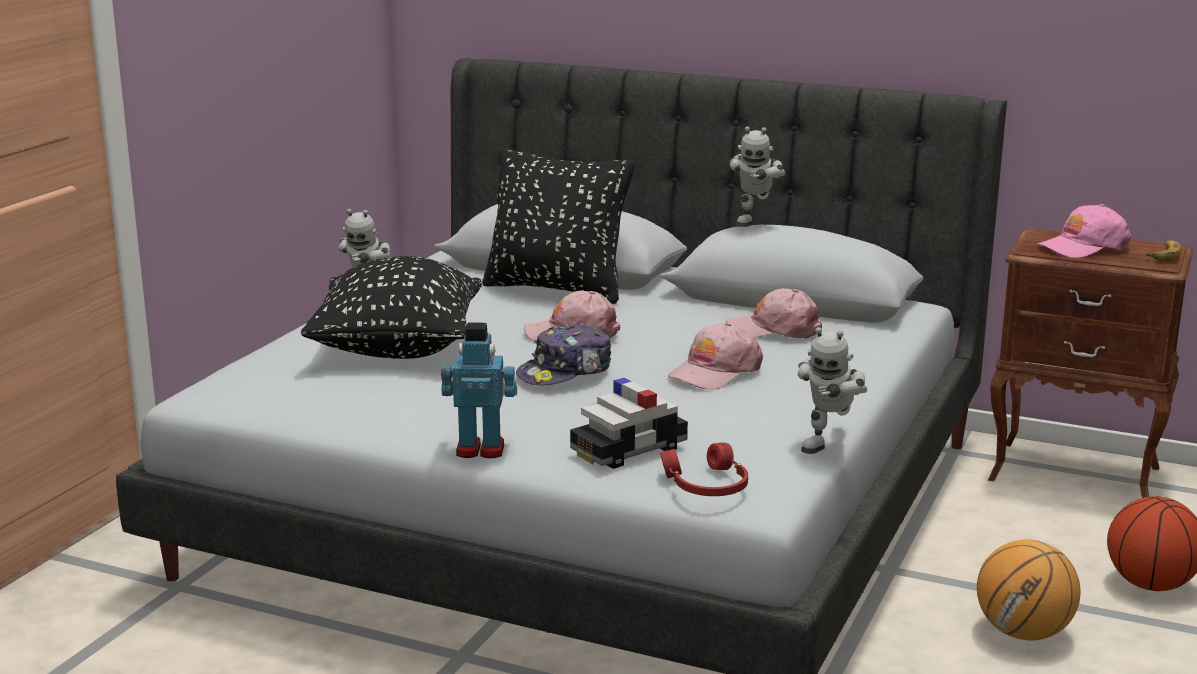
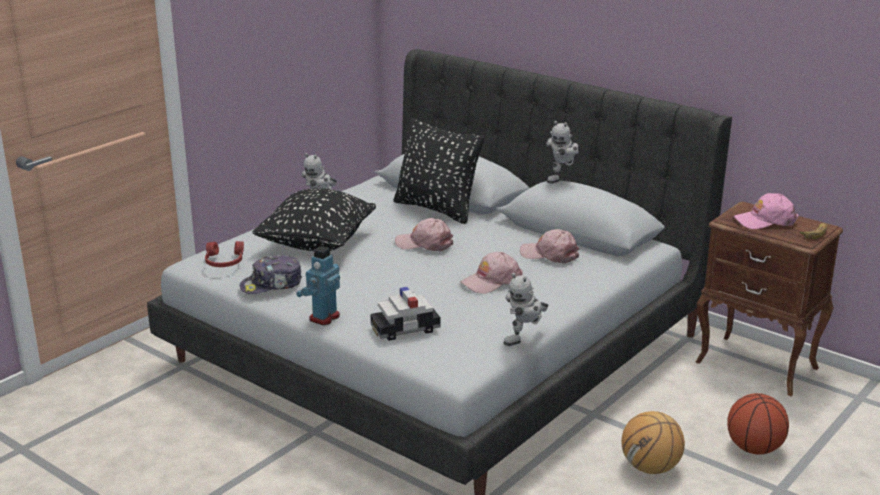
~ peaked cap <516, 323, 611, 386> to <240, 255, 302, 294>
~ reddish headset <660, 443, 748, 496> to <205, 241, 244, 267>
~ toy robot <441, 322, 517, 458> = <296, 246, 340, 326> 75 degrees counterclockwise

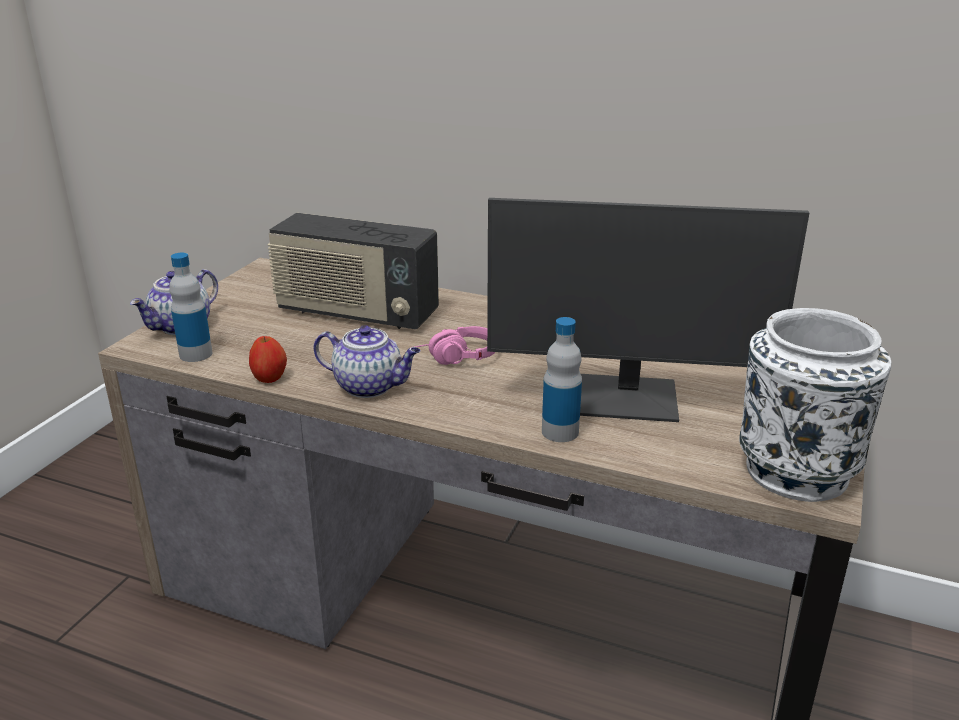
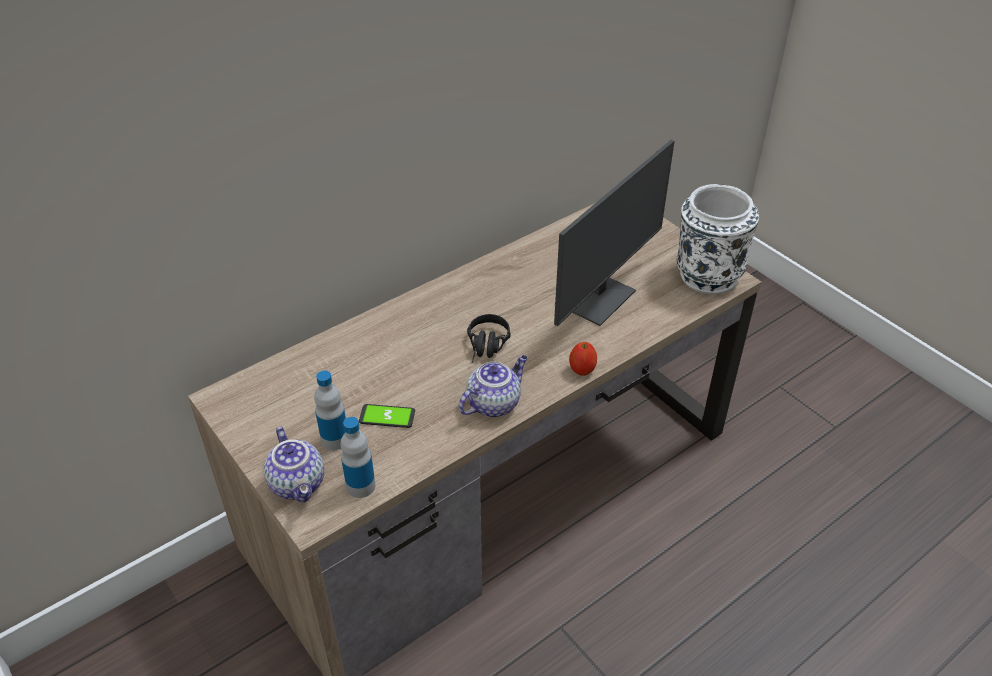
- radio set <268, 213, 439, 329>
+ phone <359, 404, 415, 428>
~ whole apple <249, 336, 287, 383> to <569, 342, 597, 376>
~ bottle <542, 317, 582, 442> to <314, 370, 346, 450>
~ pink-coloured headset <410, 326, 495, 365> to black-coloured headset <467, 314, 510, 362>

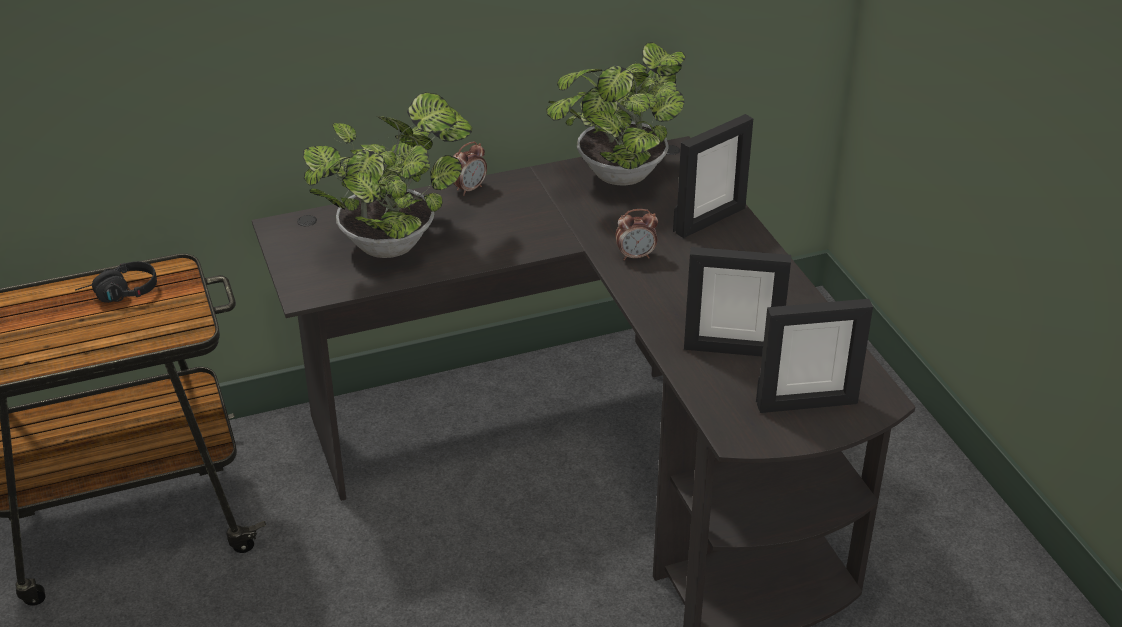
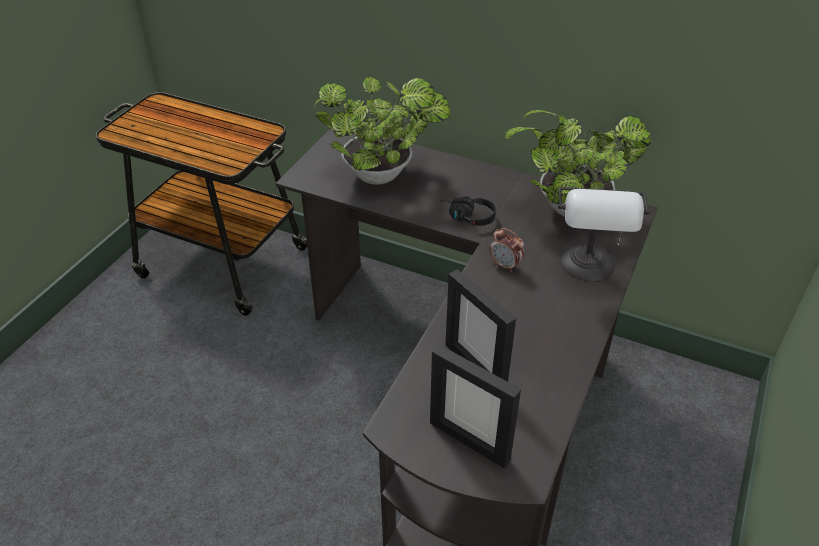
- alarm clock <453, 142, 487, 196>
~ black-coloured headset <75, 261, 157, 303> to <440, 196, 496, 226>
~ photo frame <673, 114, 753, 238> to table lamp <558, 187, 650, 281>

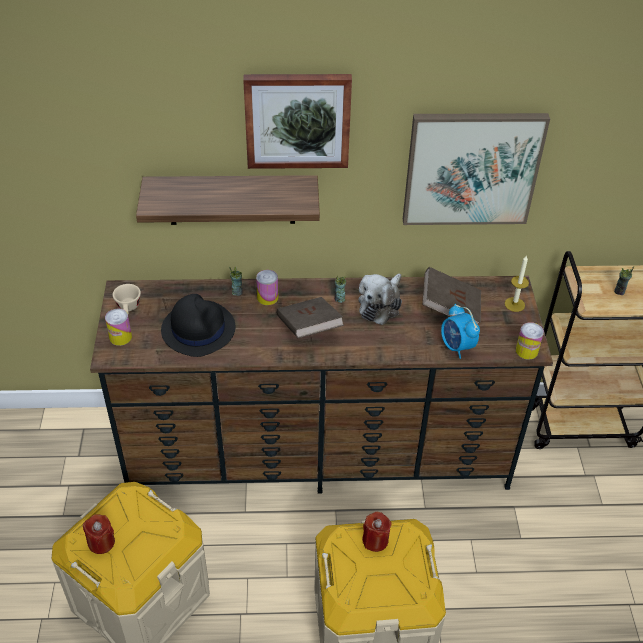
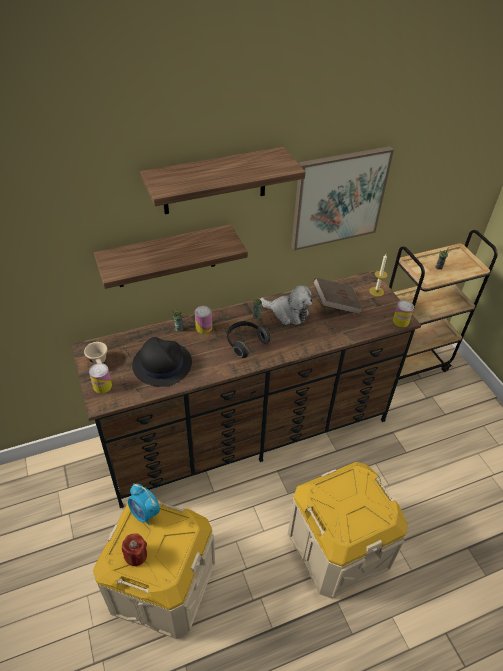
- reddish candle <362, 512, 391, 552>
~ alarm clock <441, 304, 480, 359> to <128, 483, 160, 525>
~ picture <243, 74, 352, 169> to wall shelf <140, 147, 306, 214>
~ brown-coloured bound book <277, 297, 344, 338> to headset <227, 321, 270, 358>
~ cuddly toy <359, 273, 402, 325> = <260, 285, 312, 325> 75 degrees counterclockwise

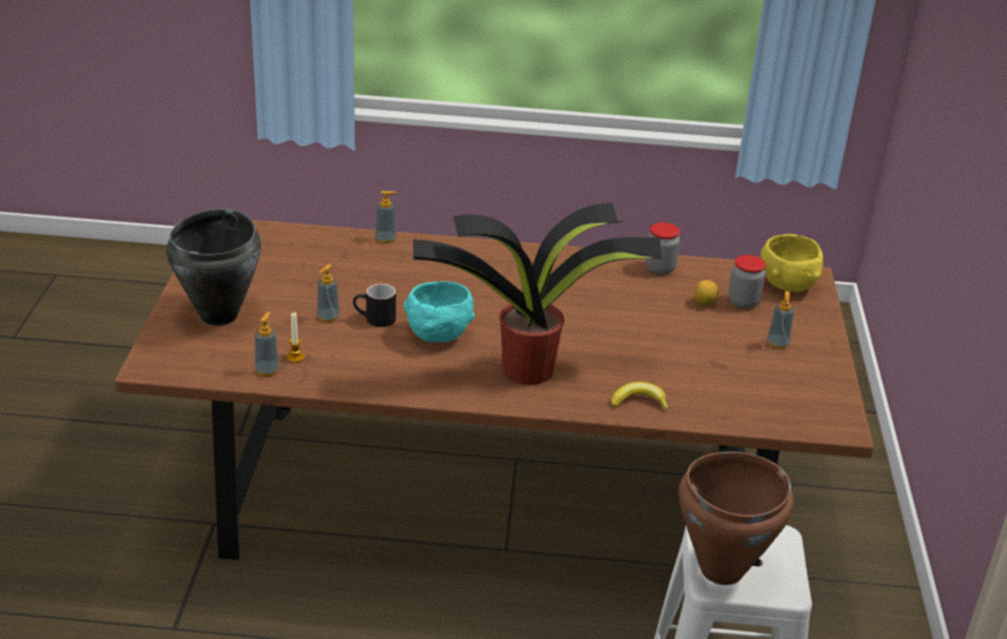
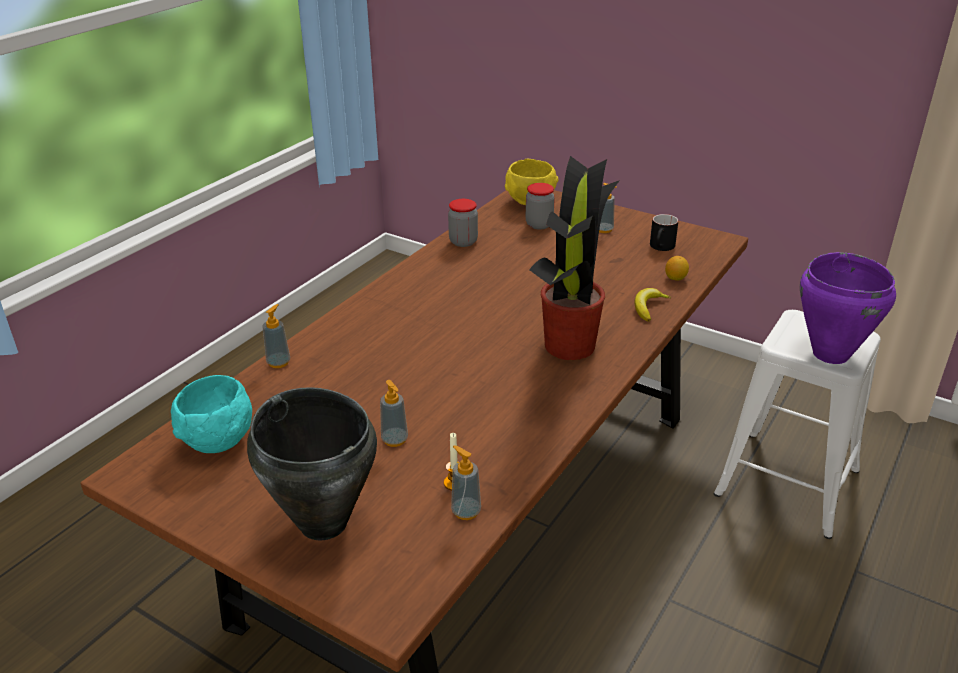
~ black-coloured tea mug <353, 283, 396, 327> to <650, 214, 678, 251>
~ turquoise-coloured serving bowl <404, 281, 475, 343> to <171, 375, 252, 453>
~ lemon <694, 280, 719, 306> to <665, 256, 689, 281>
~ brown-coloured saucepot <679, 452, 794, 585> to purple saucepot <800, 252, 896, 364>

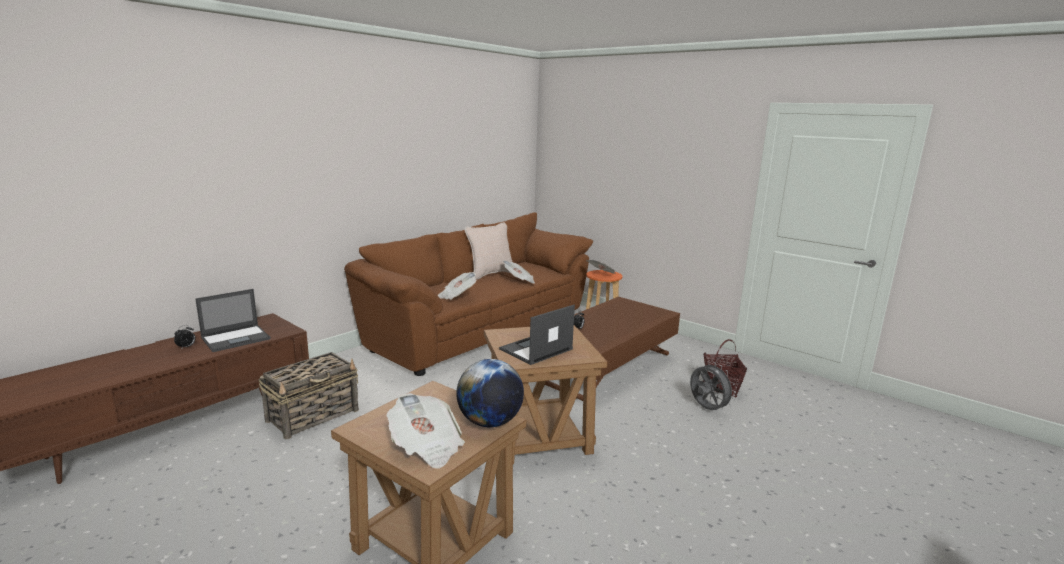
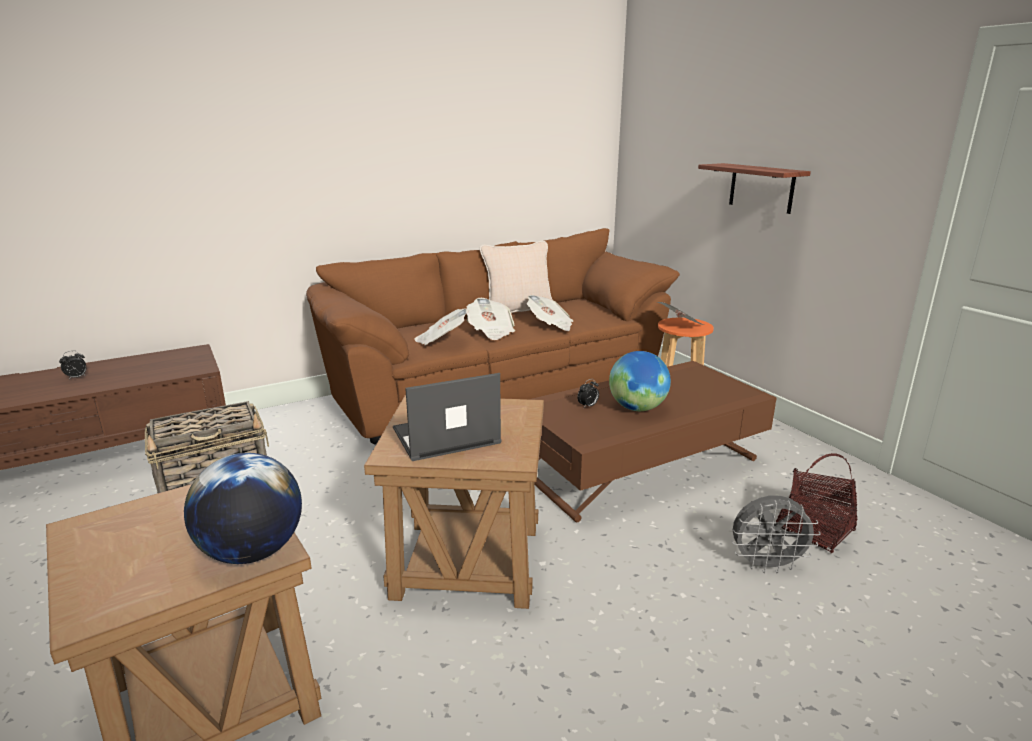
- laptop <195, 289, 271, 352>
+ globe <609, 351, 671, 411>
+ wall shelf <698, 163, 811, 214>
~ daily paper <387, 393, 465, 469> to <466, 298, 515, 340>
~ greyish electric fan <690, 362, 736, 411> = <732, 496, 820, 573> 105 degrees clockwise

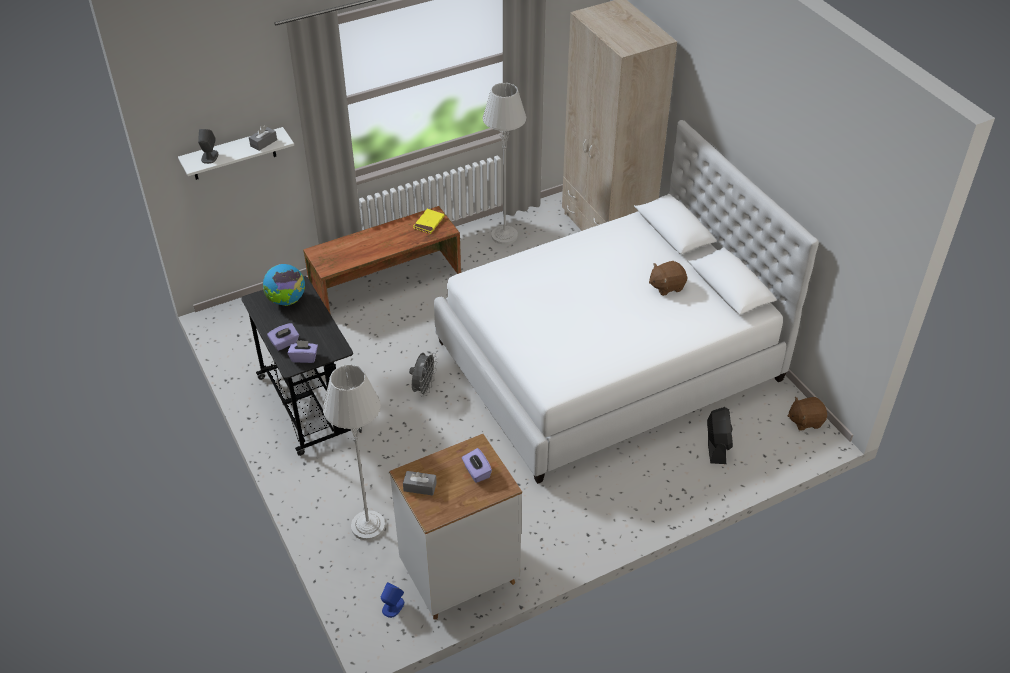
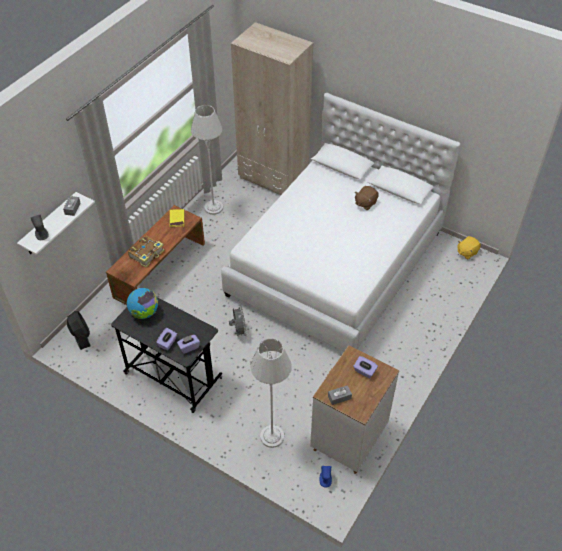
+ bound book <128, 235, 165, 268>
~ black-coloured electric fan <707, 407, 733, 464> to <67, 311, 90, 350>
~ brown-coloured cuddly toy <788, 397, 827, 431> to yellow cuddly toy <457, 236, 481, 259>

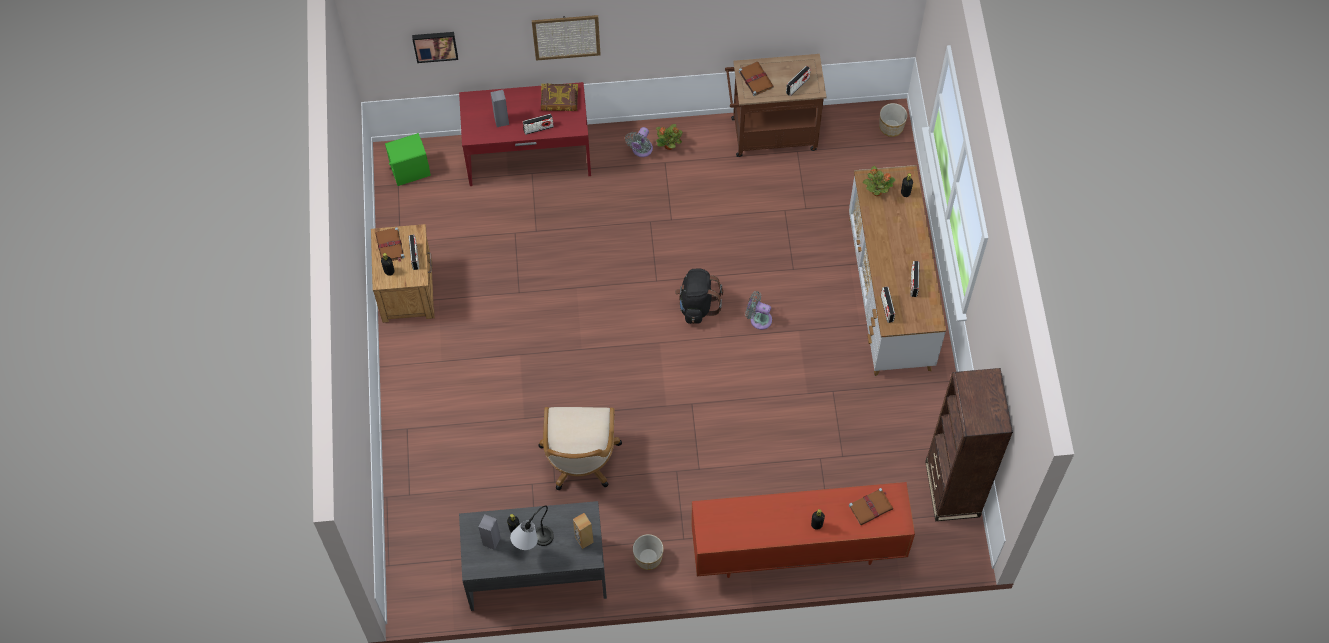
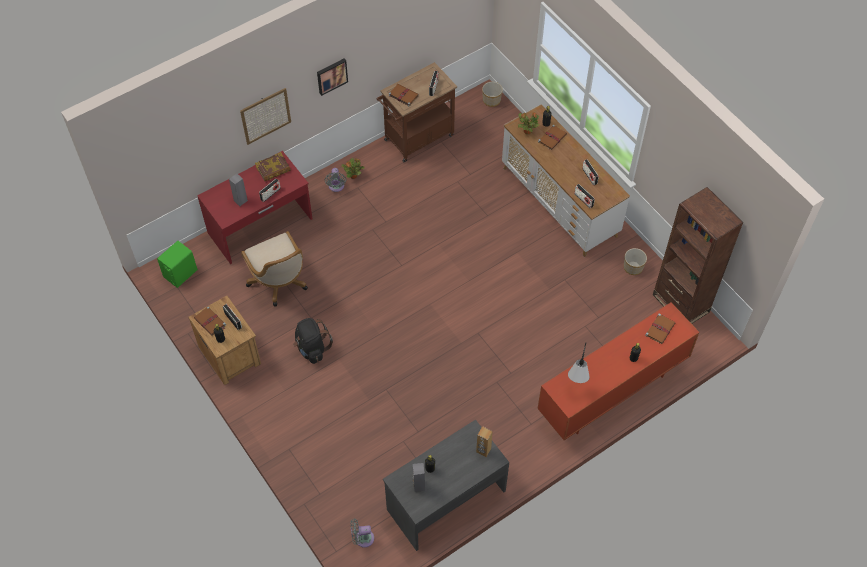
+ brown-coloured bound book <538, 125, 567, 150>
~ picture <412, 32, 458, 63> to <317, 59, 348, 96>
~ table lamp <510, 505, 554, 550> to <568, 343, 590, 383>
~ office chair <538, 407, 622, 490> to <241, 231, 308, 306>
~ planter <633, 534, 664, 570> to <624, 248, 647, 275>
~ black-coloured backpack <675, 268, 723, 324> to <293, 318, 333, 364>
~ greyish electric fan <745, 291, 772, 330> to <351, 519, 374, 548>

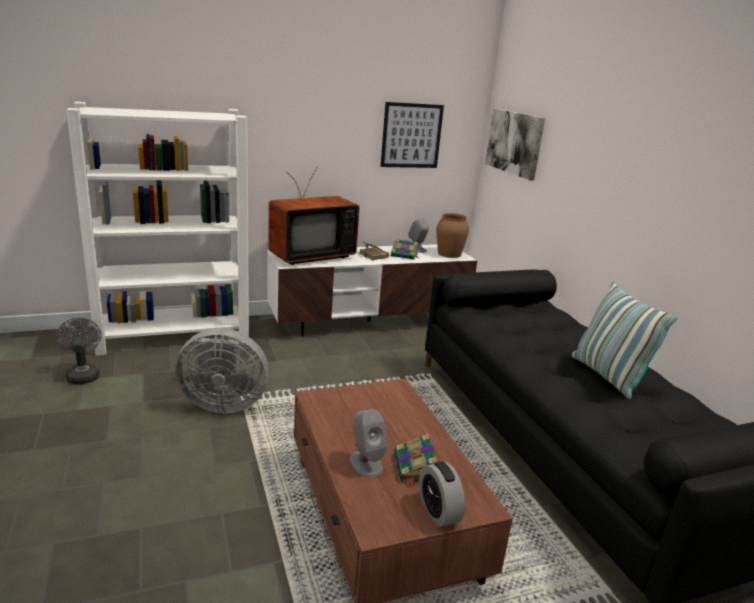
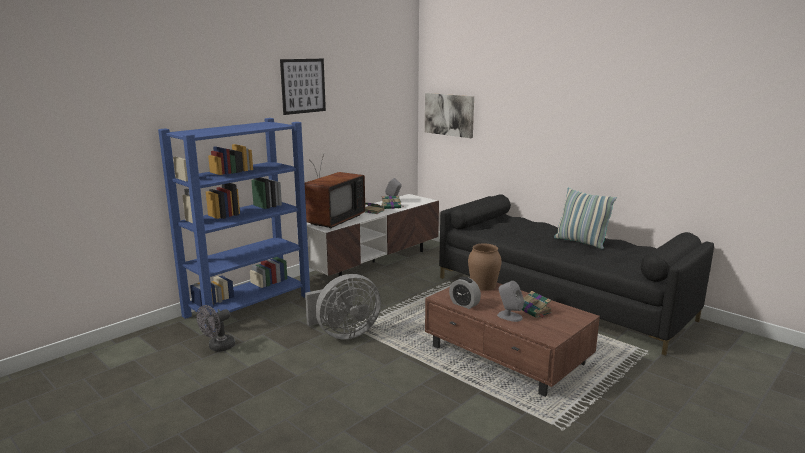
~ picture <380, 102, 444, 168> to <280, 59, 326, 115>
~ alarm clock <419, 461, 465, 527> to <449, 277, 481, 309>
~ brown-coloured flower vase <437, 213, 469, 258> to <468, 243, 502, 291>
~ whitish bookcase <67, 102, 249, 356> to bluish bookcase <158, 118, 310, 332>
~ greyish electric fan <57, 317, 101, 384> = <196, 305, 235, 352> 90 degrees counterclockwise

